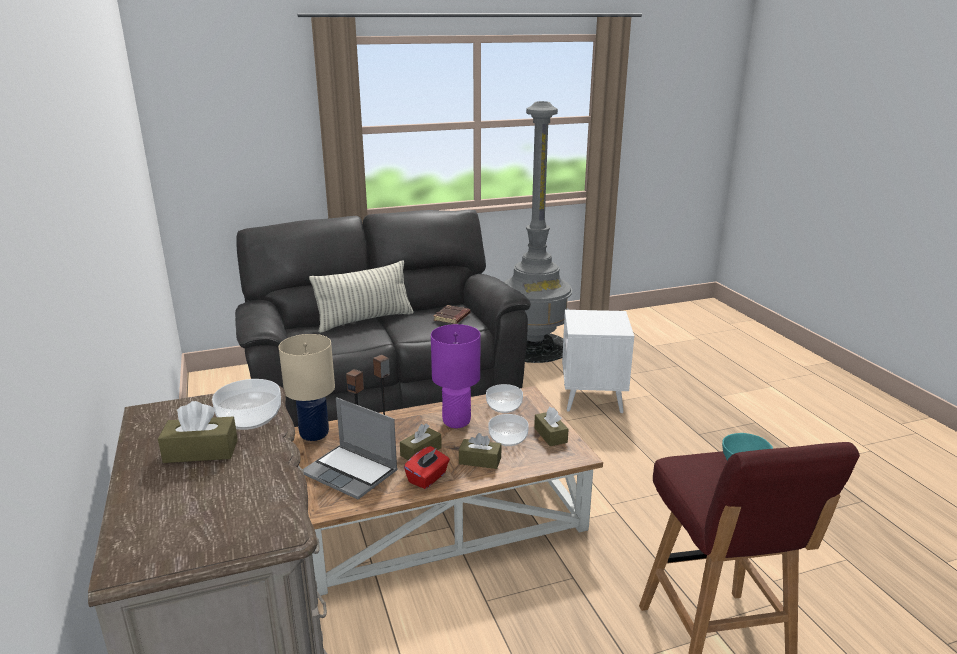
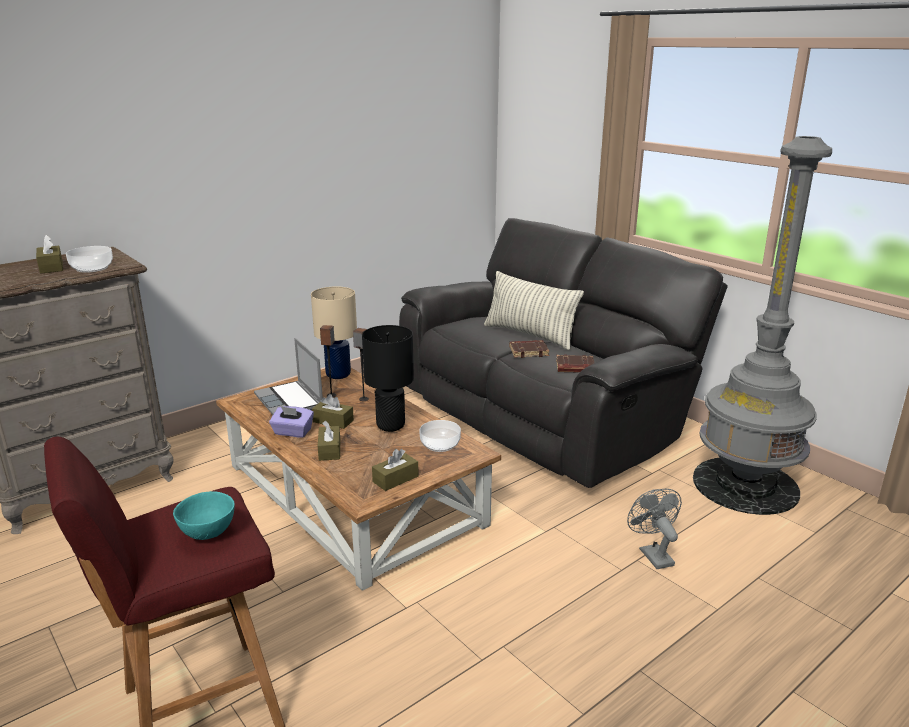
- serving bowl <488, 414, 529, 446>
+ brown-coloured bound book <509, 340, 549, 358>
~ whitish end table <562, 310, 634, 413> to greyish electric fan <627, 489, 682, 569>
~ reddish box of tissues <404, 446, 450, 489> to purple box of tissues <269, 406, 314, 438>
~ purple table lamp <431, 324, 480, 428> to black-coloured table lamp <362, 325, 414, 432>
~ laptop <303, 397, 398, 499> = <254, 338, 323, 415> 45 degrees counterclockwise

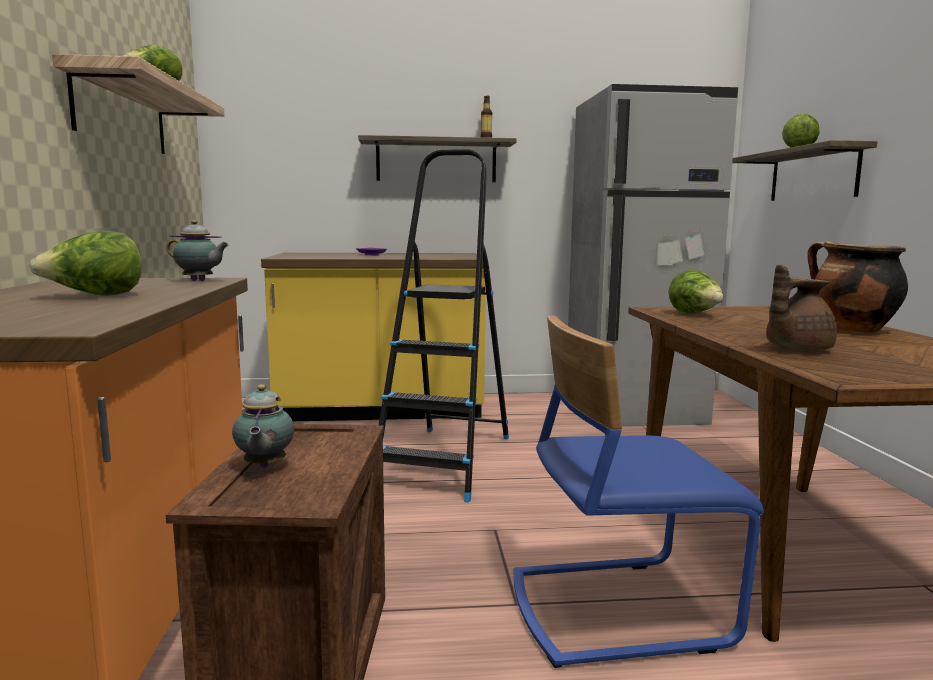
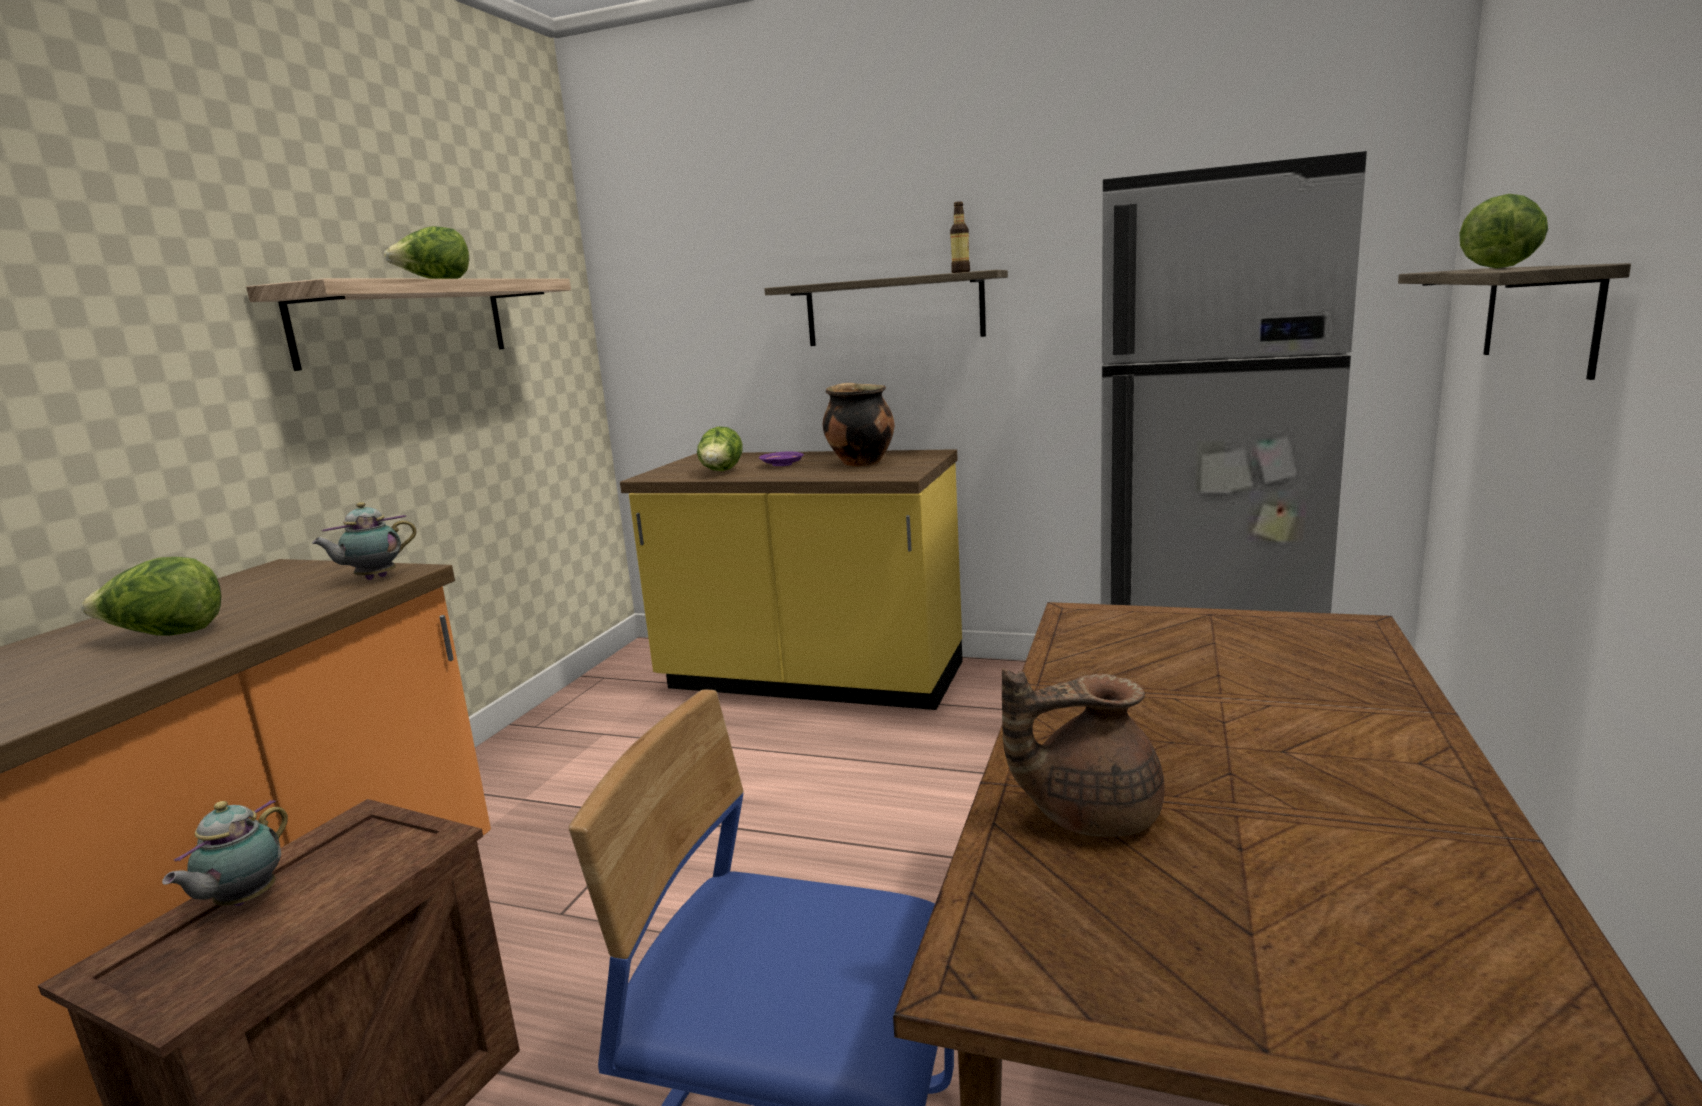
- black-coloured step stool <379, 149, 509, 502>
~ lettuce <669, 270, 724, 314> to <697, 426, 743, 471>
~ saucepot <807, 241, 908, 334> to <823, 383, 895, 467>
~ pot for tea <166, 220, 229, 281> = <312, 502, 416, 580> 105 degrees clockwise

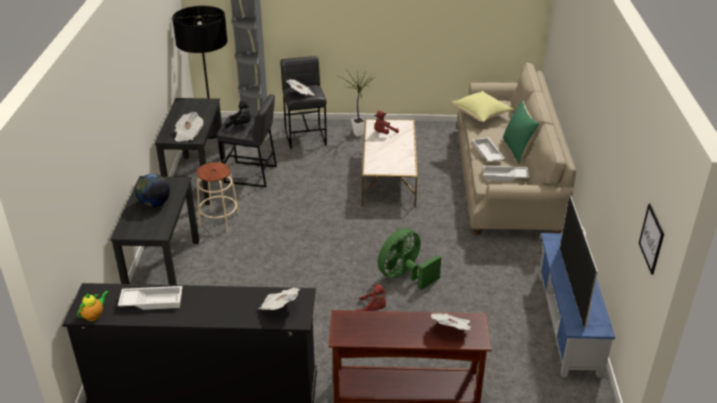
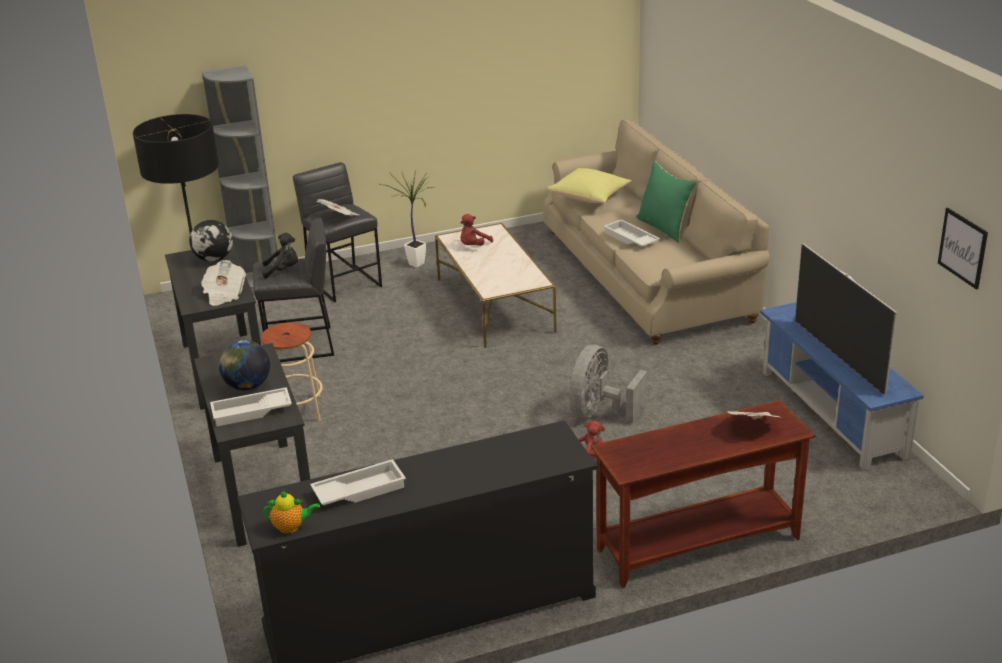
- daily paper <259, 288, 300, 310>
+ globe <189, 220, 233, 262>
~ whitish carrying tray <483, 166, 530, 181> to <210, 387, 292, 426>
~ green-coloured electric fan <378, 228, 441, 290> to greyish electric fan <569, 345, 647, 422>
~ pot for tea <77, 291, 109, 321> = <263, 491, 320, 534> 75 degrees clockwise

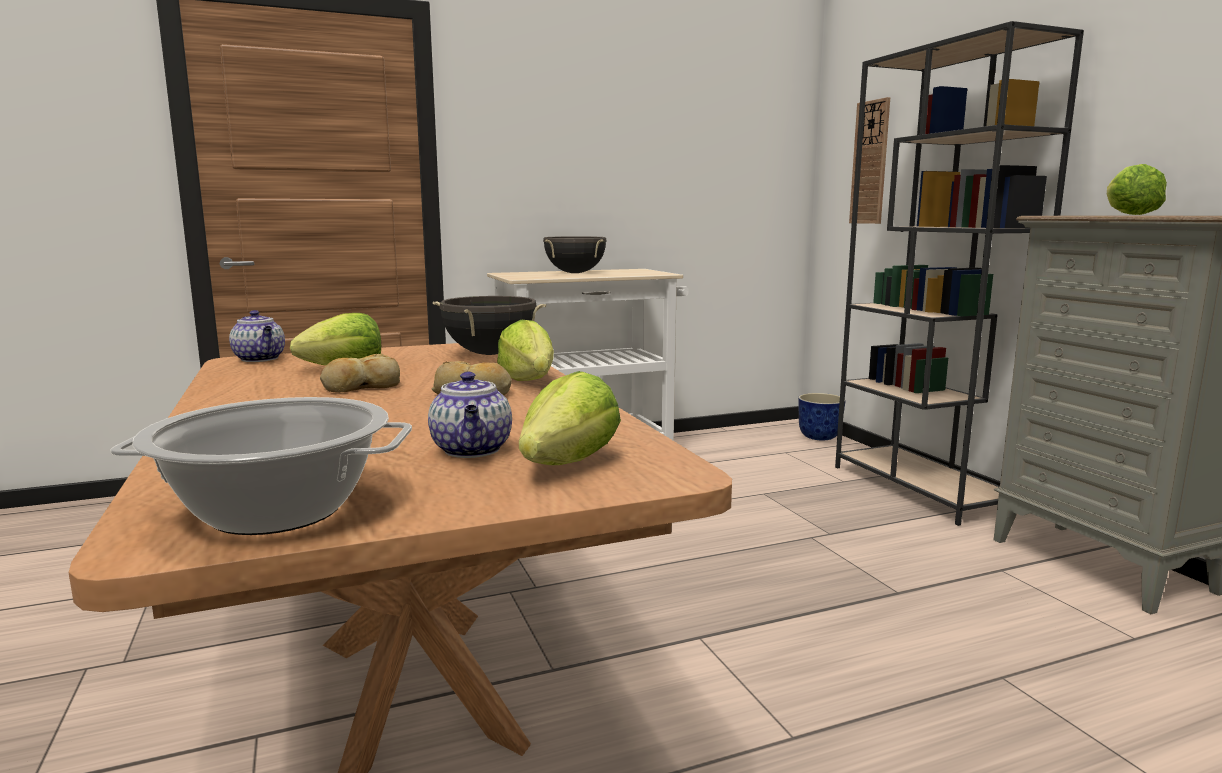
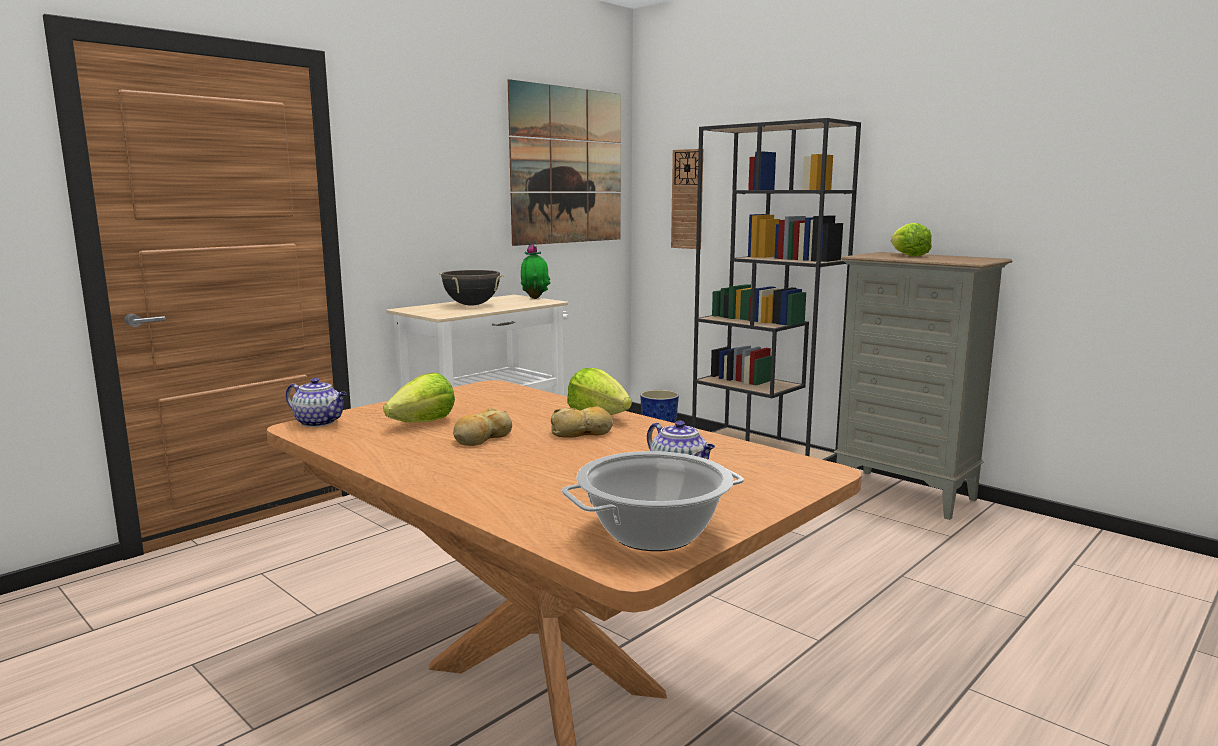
- black-coloured saucepot <433, 296, 546, 355>
- lettuce <519, 371, 621, 465>
+ picture <508, 79, 621, 246>
+ potted plant <521, 244, 550, 299>

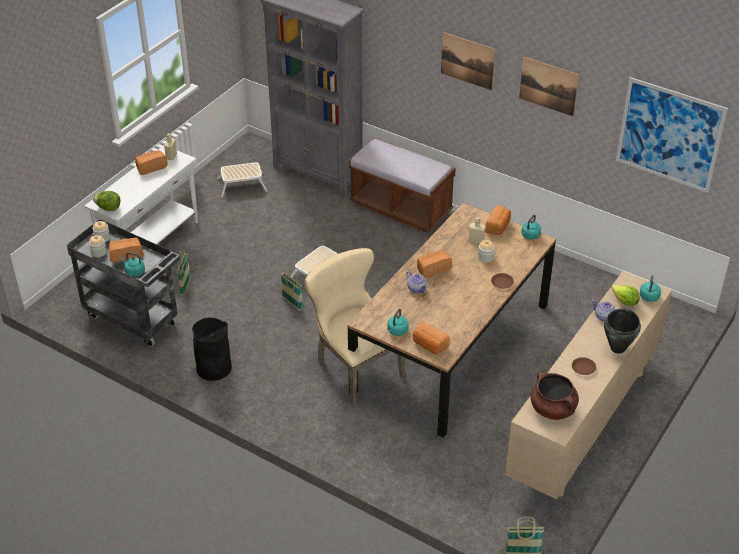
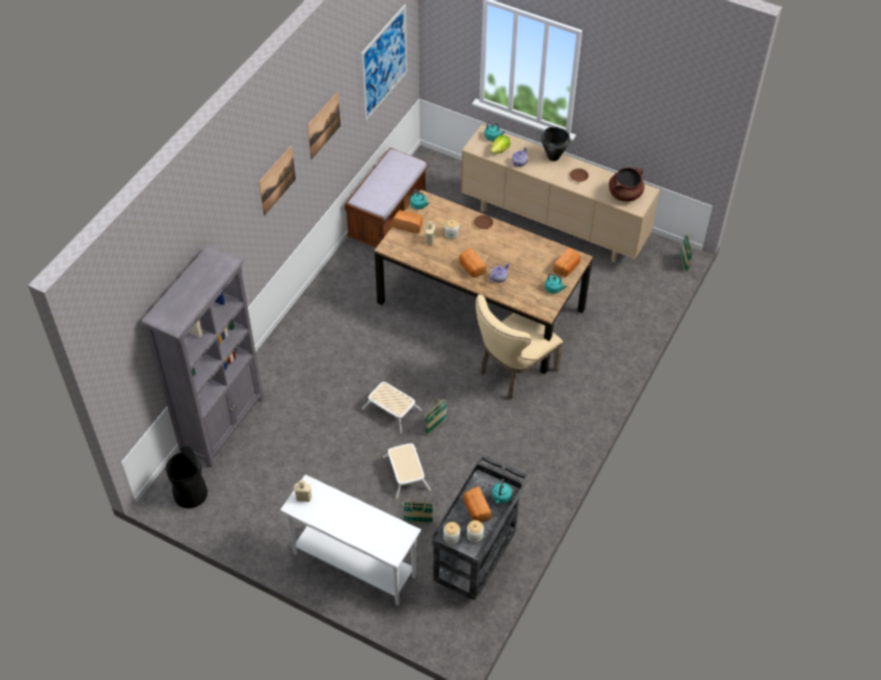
- lettuce <93, 191, 120, 211>
- bread <135, 150, 168, 175>
~ black-coloured rubbish bin <192, 317, 232, 381> to <165, 446, 208, 508>
~ sand-coloured step stool <217, 162, 268, 198> to <382, 443, 431, 499>
~ brown-coloured long seat <349, 137, 456, 233> to <344, 148, 427, 248>

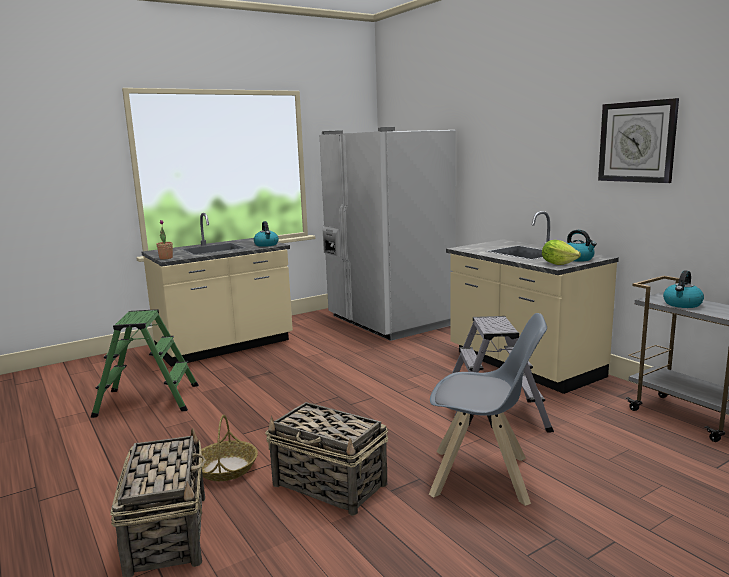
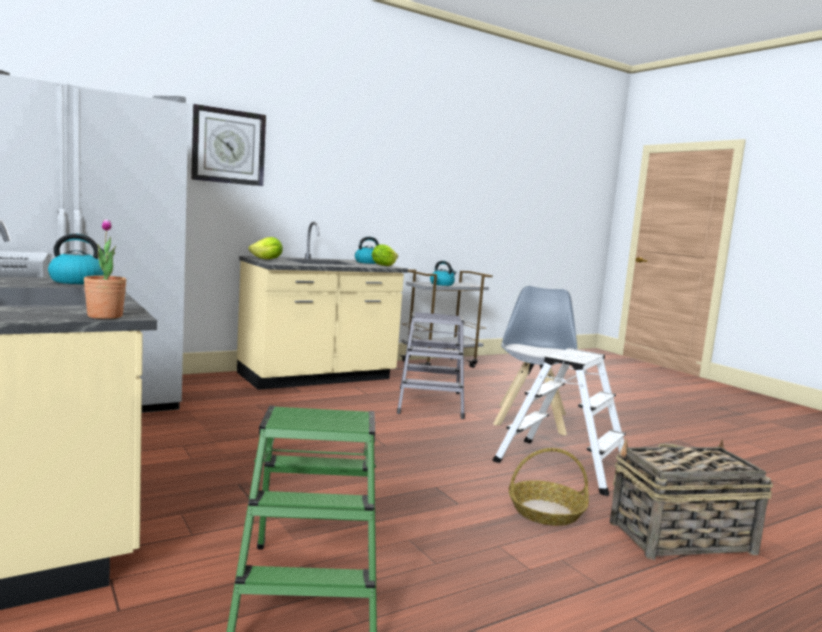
+ lettuce <249, 237, 283, 259>
~ wall clock <598, 98, 679, 183> to <191, 104, 266, 186>
~ basket <265, 402, 388, 516> to whitish step stool <492, 348, 626, 496>

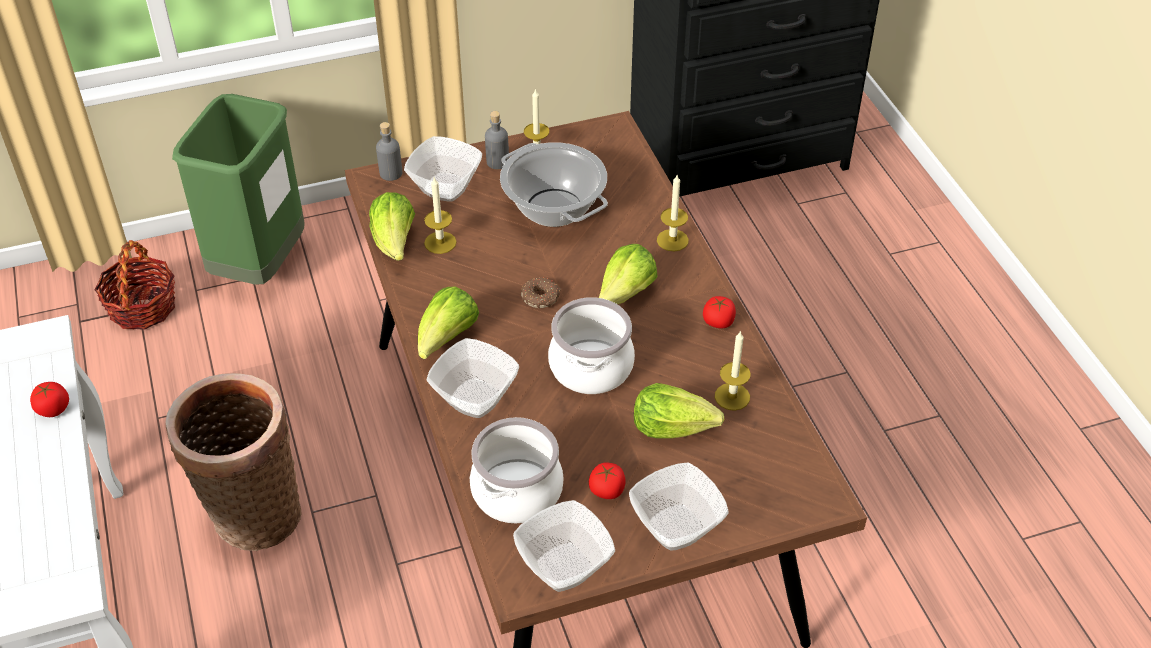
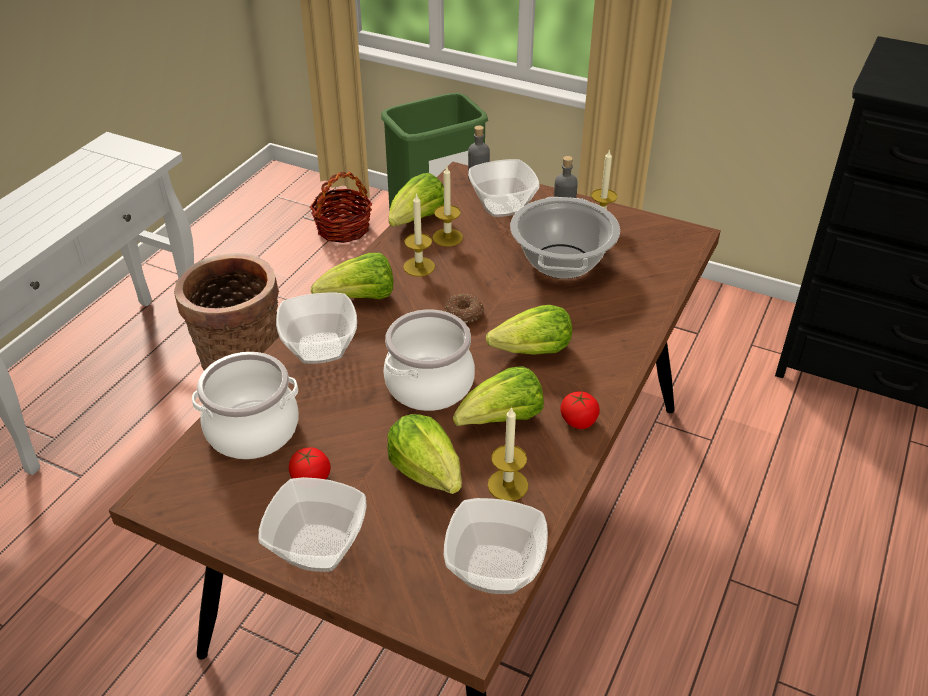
- fresh tomato <30, 382, 69, 417>
+ lettuce <453, 366, 544, 426>
~ serving bowl <513, 500, 615, 592> to <444, 498, 548, 594>
~ candle <657, 175, 689, 251> to <403, 193, 435, 277>

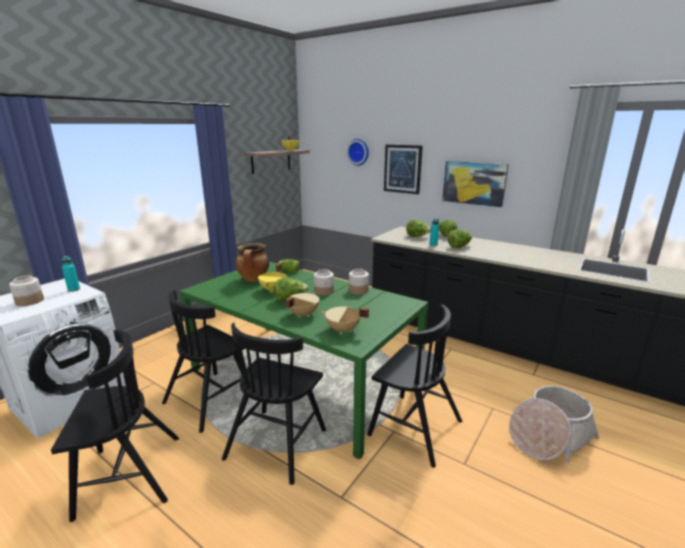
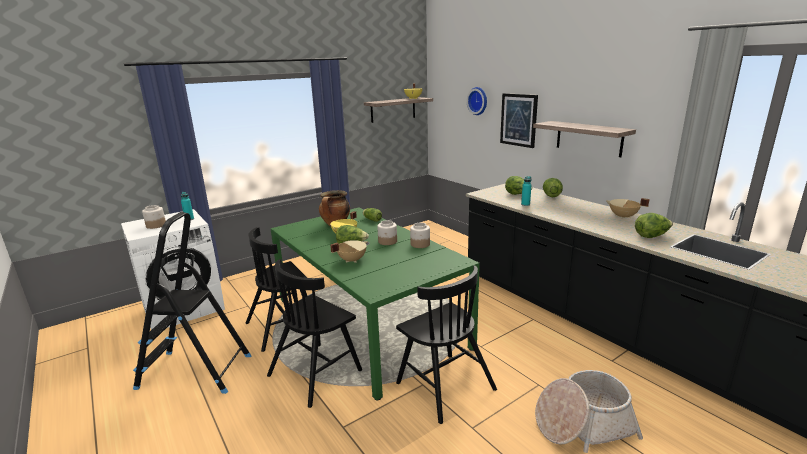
~ sand-coloured saucepot <322, 306, 369, 334> to <606, 198, 650, 219>
~ lettuce <447, 229, 472, 248> to <635, 213, 673, 238>
~ black-coloured plain chair <51, 330, 179, 522> to black-coloured step stool <133, 212, 251, 394>
~ picture <442, 161, 509, 207> to wall shelf <533, 121, 636, 157>

